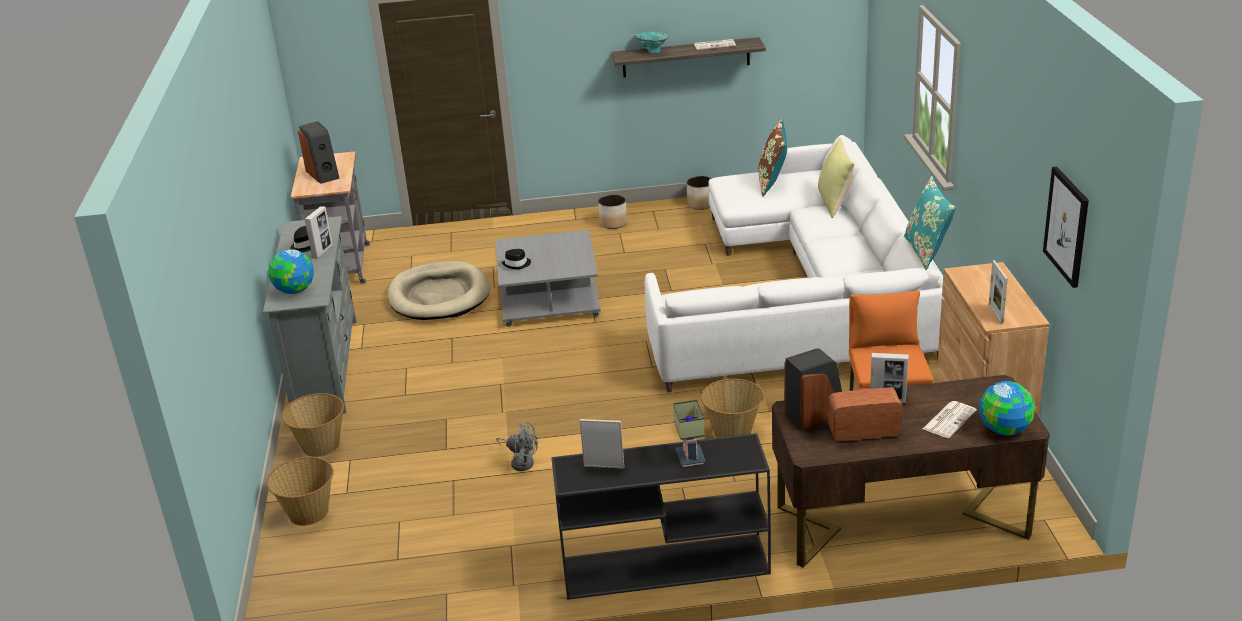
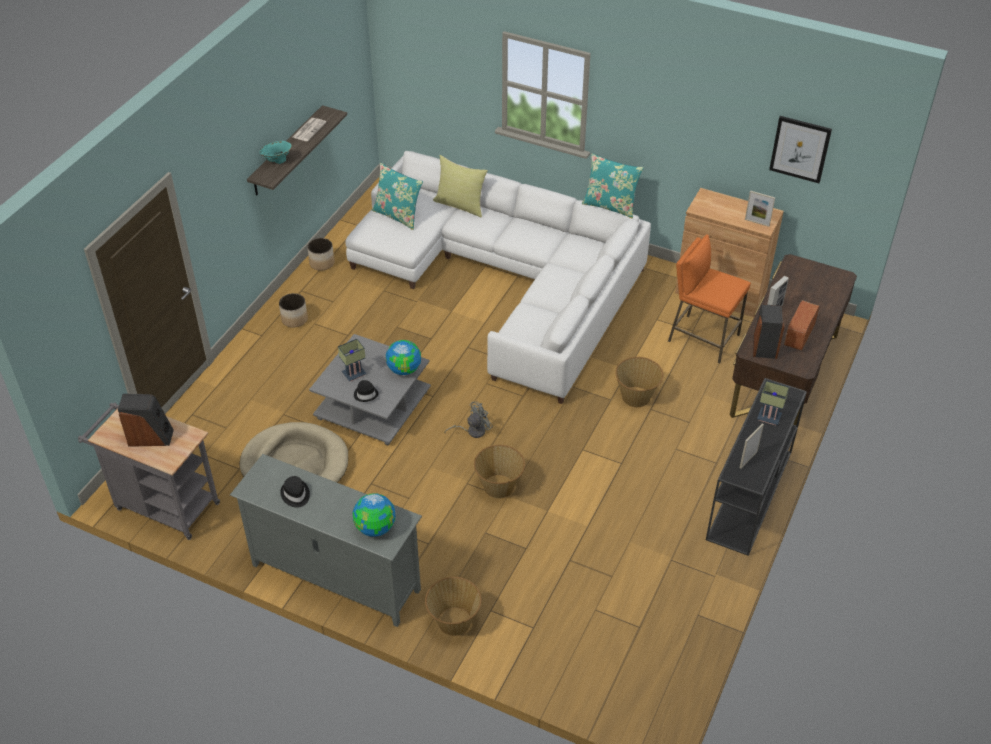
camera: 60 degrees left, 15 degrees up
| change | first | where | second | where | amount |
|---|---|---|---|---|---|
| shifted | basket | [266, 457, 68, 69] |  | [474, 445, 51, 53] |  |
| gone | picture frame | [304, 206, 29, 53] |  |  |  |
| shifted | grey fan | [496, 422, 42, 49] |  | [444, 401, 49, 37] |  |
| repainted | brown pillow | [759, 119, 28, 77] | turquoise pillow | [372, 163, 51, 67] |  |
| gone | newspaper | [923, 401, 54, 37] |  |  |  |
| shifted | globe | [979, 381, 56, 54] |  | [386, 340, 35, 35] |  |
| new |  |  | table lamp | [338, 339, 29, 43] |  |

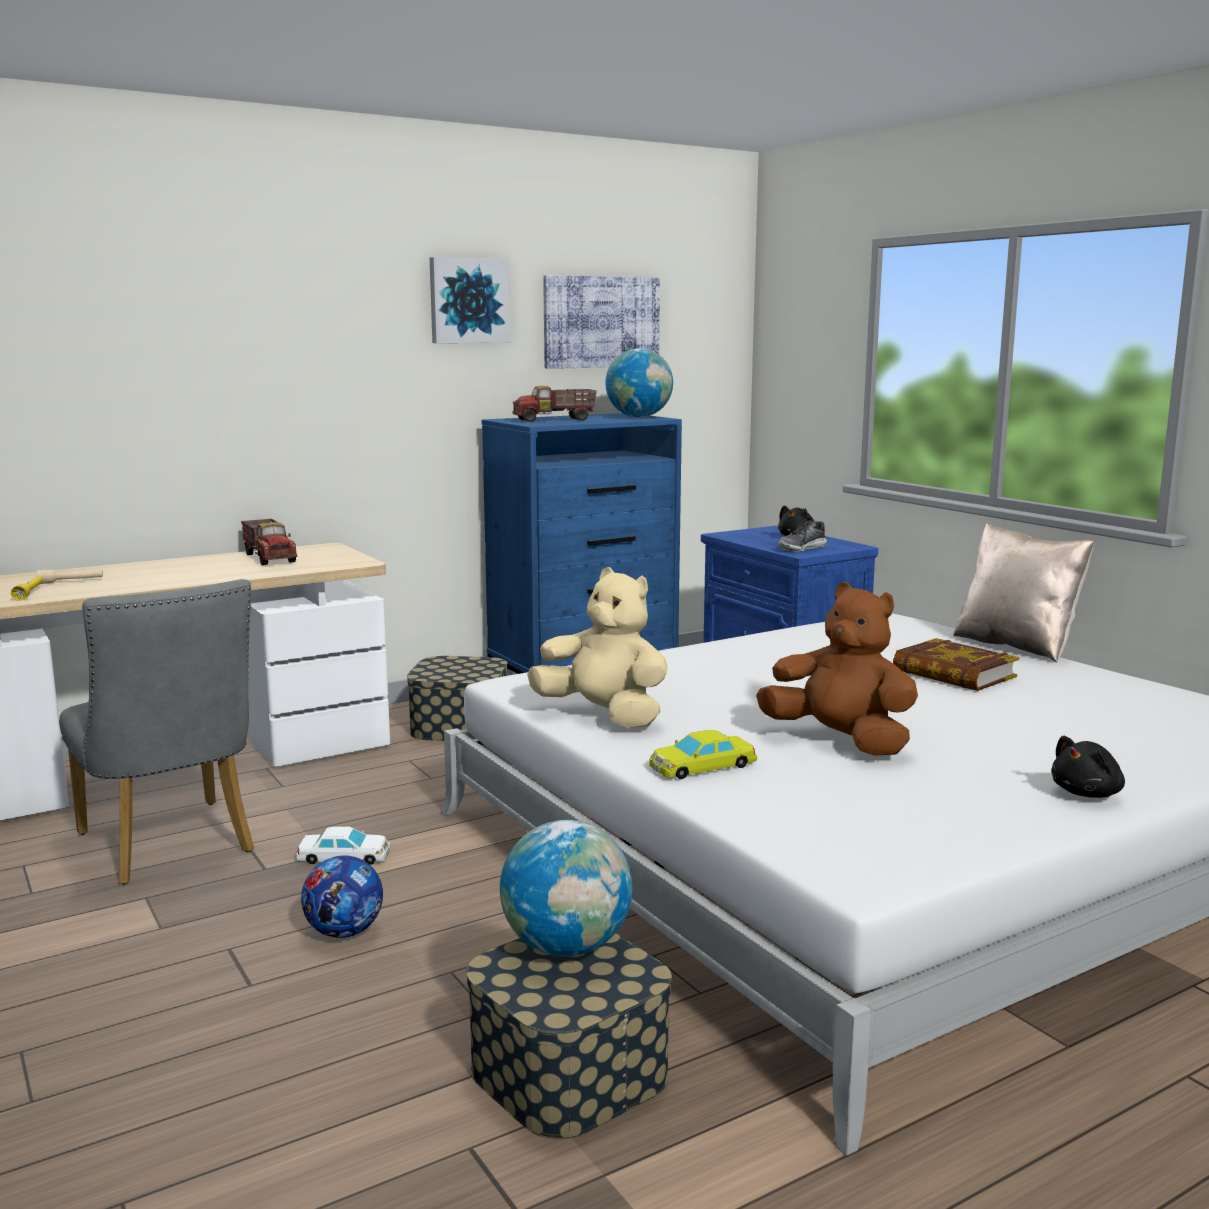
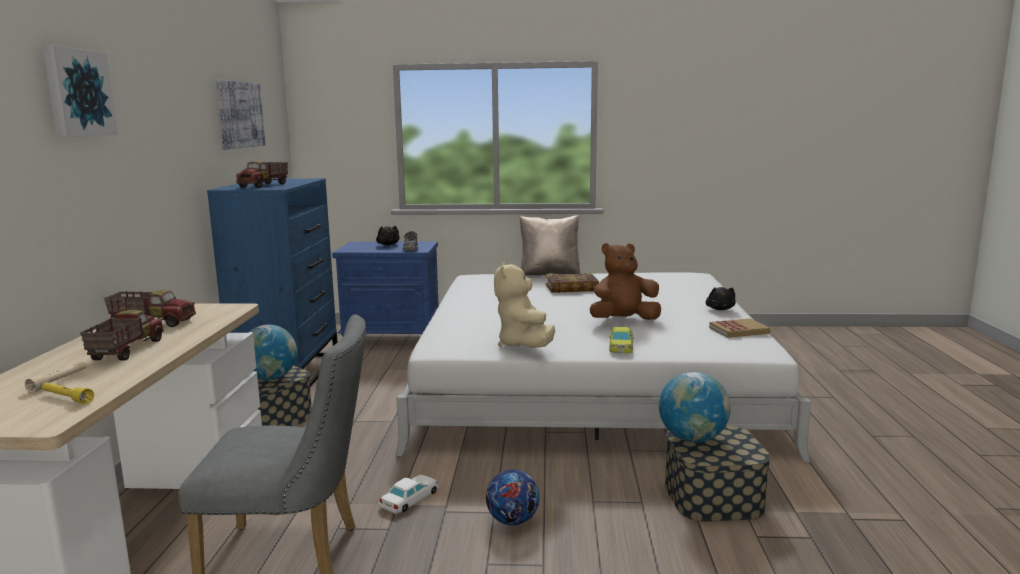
camera: 55 degrees left, 0 degrees up
| change | first | where | second | where | amount |
|---|---|---|---|---|---|
| shifted | picture | [430, 257, 80, 86] |  | [43, 45, 75, 92] |  |
| rotated | beige plush toy | [527, 567, 140, 161] |  | [494, 262, 61, 86] | 75 degrees counterclockwise |
| shifted | globe | [605, 348, 68, 69] |  | [248, 324, 49, 56] |  |
| new |  |  | toy truck | [80, 310, 84, 50] |  |
| new |  |  | book | [709, 318, 61, 20] |  |

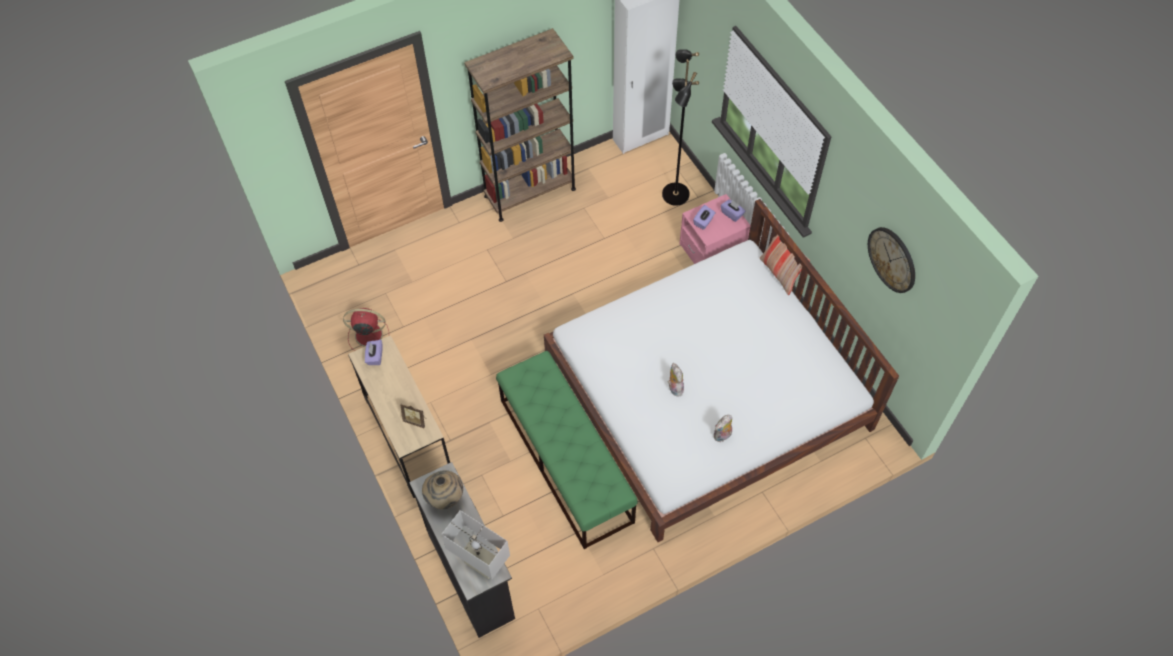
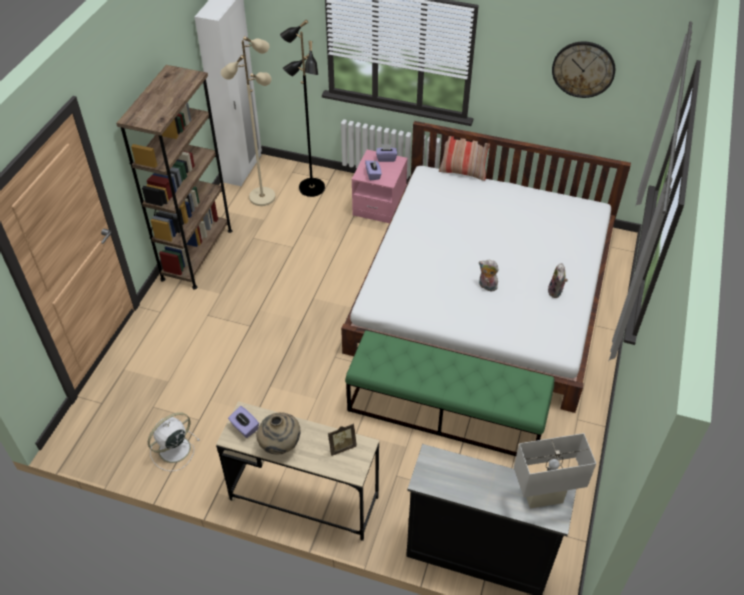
camera: 45 degrees left, 10 degrees down
| change | first | where | second | where | amount |
|---|---|---|---|---|---|
| repainted | red fan | [343, 308, 46, 43] | white fan | [148, 412, 52, 59] |  |
| shifted | beige vase | [422, 470, 41, 39] |  | [256, 412, 44, 42] |  |
| new |  |  | beige floor lamp | [221, 36, 55, 170] |  |

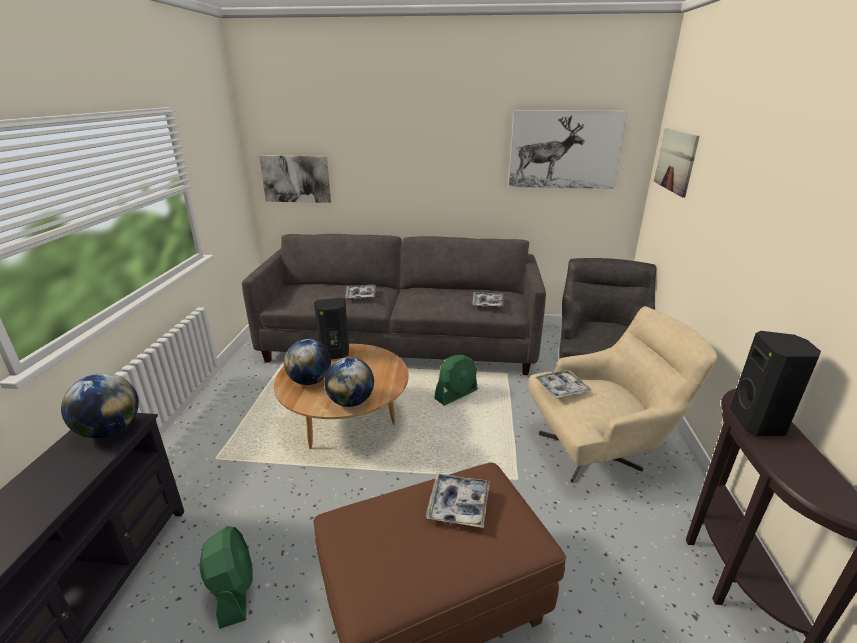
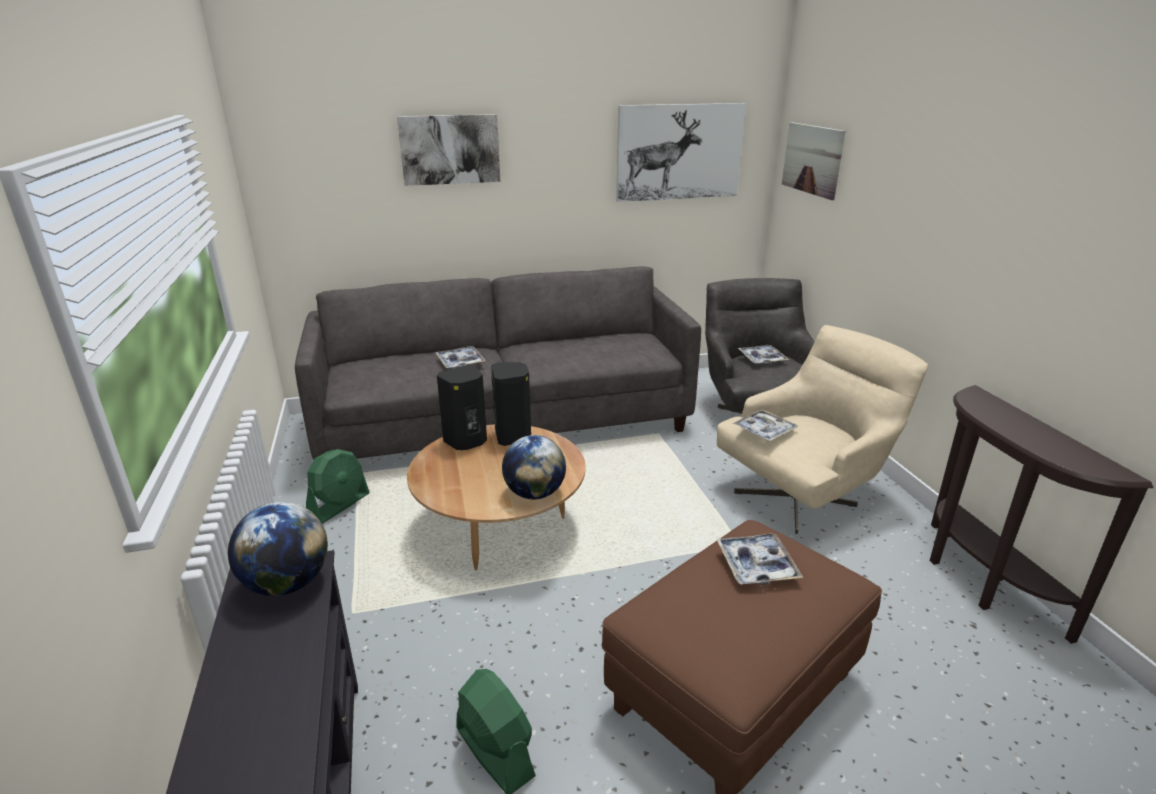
camera: 20 degrees left, 0 degrees up
| change | first | where | second | where | amount |
|---|---|---|---|---|---|
| shifted | picture | [259, 155, 72, 48] |  | [397, 114, 103, 72] |  |
| gone | globe | [284, 339, 47, 46] |  |  |  |
| shifted | green fan | [434, 355, 44, 51] |  | [306, 449, 64, 75] |  |
| shifted | tray | [473, 292, 30, 16] |  | [738, 345, 51, 20] |  |
| shifted | black speaker | [730, 331, 91, 105] |  | [491, 362, 40, 84] |  |

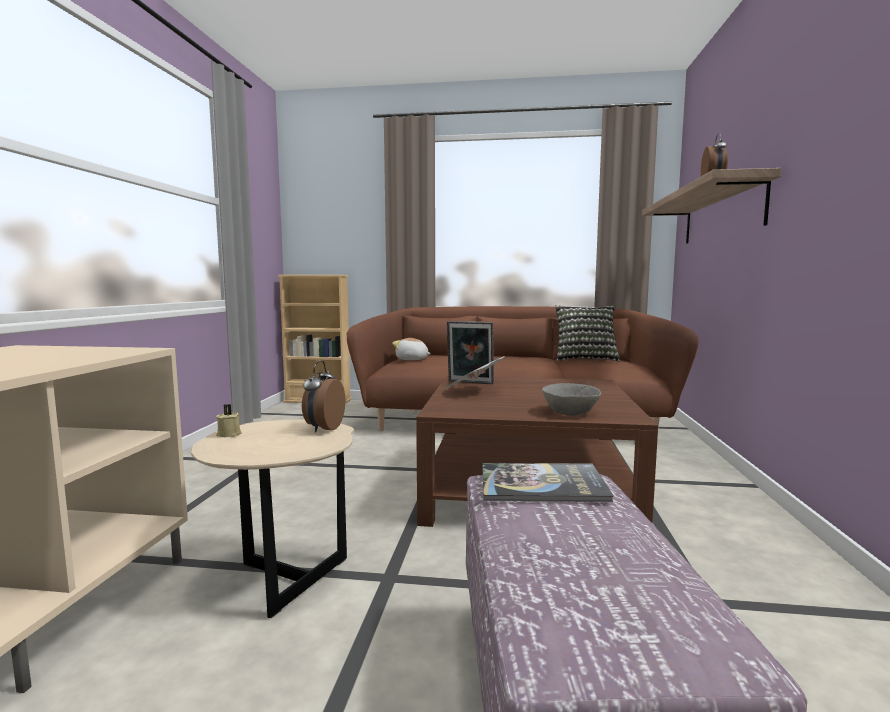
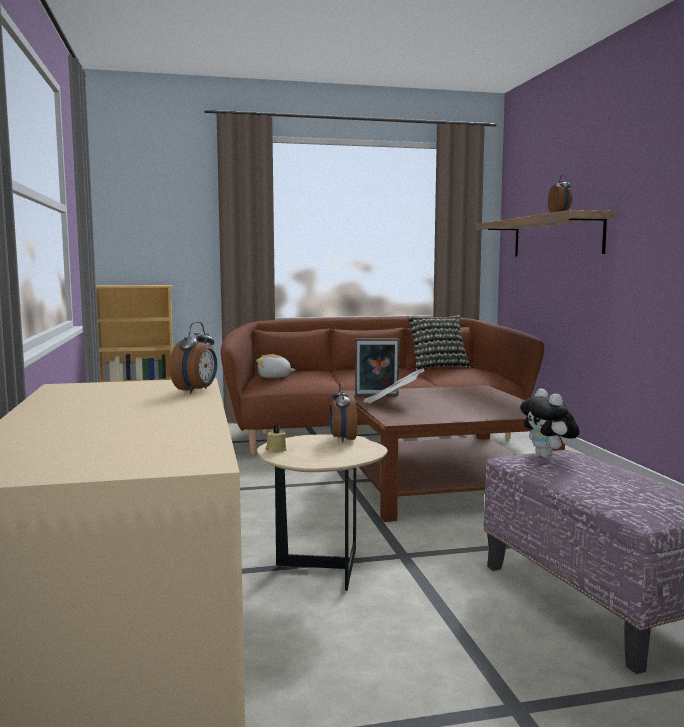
camera: 20 degrees left, 0 degrees up
| change | first | where | second | where | amount |
|---|---|---|---|---|---|
| swapped | book | [482, 463, 132, 39] | plush toy | [520, 388, 60, 70] |  |
| gone | grey bowl | [542, 383, 59, 32] |  |  |  |
| new |  |  | alarm clock | [169, 321, 48, 73] |  |

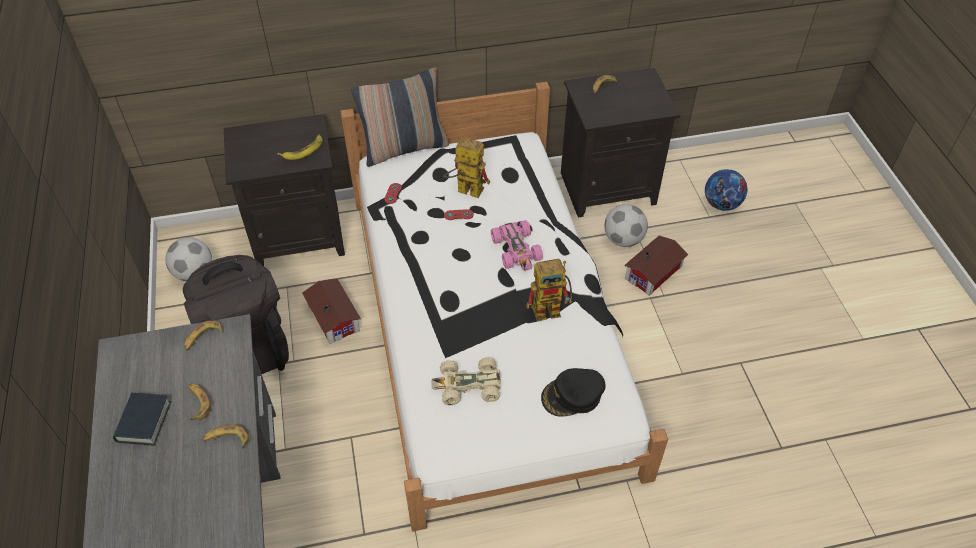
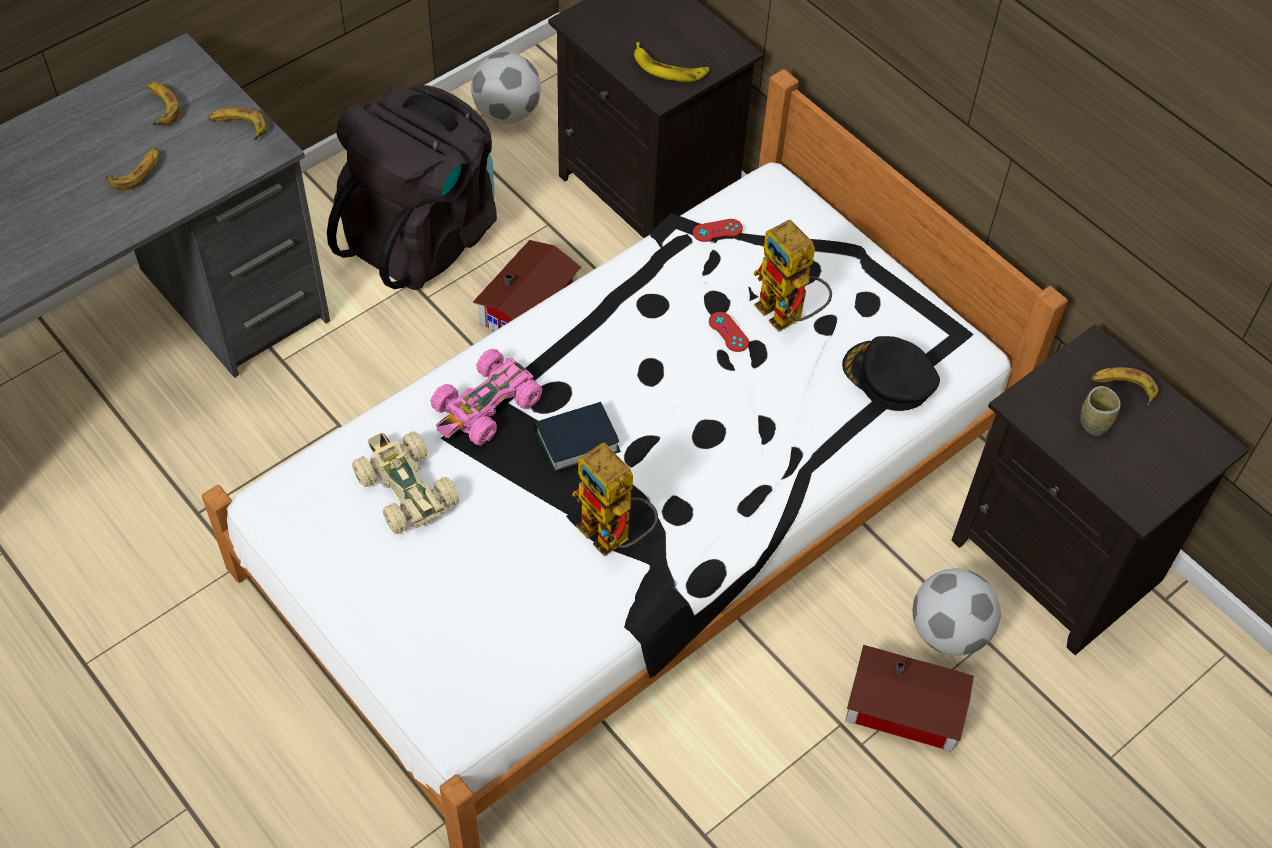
camera: 60 degrees right, 5 degrees up
| change | first | where | second | where | amount |
|---|---|---|---|---|---|
| shifted | book | [113, 393, 59, 52] |  | [534, 402, 87, 70] |  |
| shifted | banana | [203, 425, 46, 24] |  | [146, 82, 35, 43] |  |
| gone | pillow | [351, 68, 98, 99] |  |  |  |
| rotated | toy robot | [443, 137, 47, 61] |  | [753, 219, 79, 113] | 150 degrees clockwise |
| shifted | pink toy car | [491, 220, 52, 51] |  | [430, 349, 112, 97] |  |
| shifted | black cap | [541, 368, 65, 48] |  | [842, 336, 98, 75] |  |
| gone | football | [705, 169, 42, 42] |  |  |  |
| new |  |  | cup | [1080, 386, 41, 50] |  |

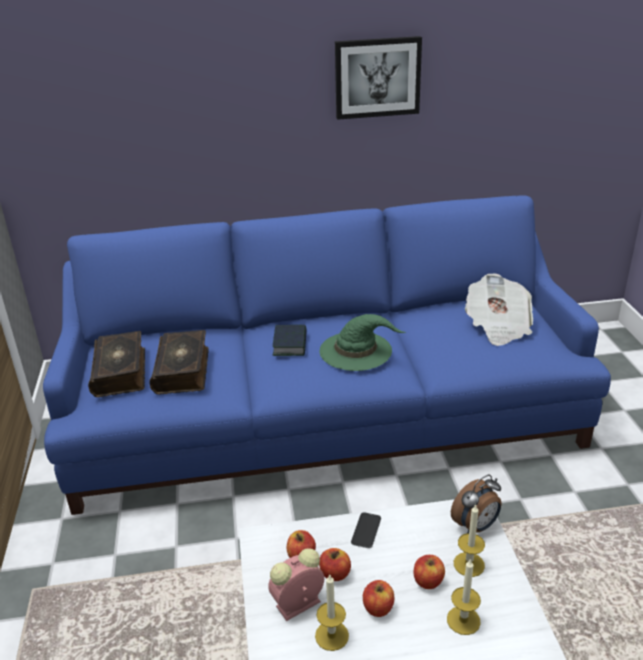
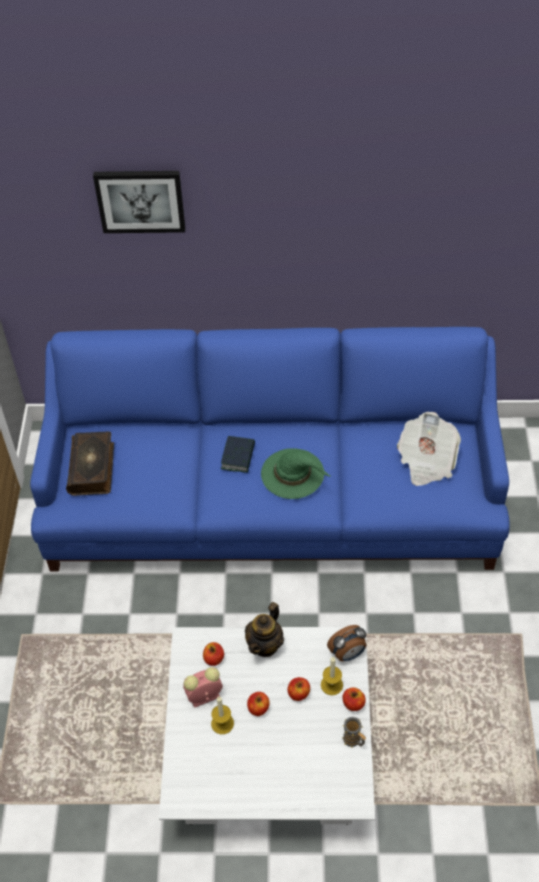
camera: 10 degrees right, 20 degrees up
| change | first | where | second | where | amount |
|---|---|---|---|---|---|
| gone | book | [150, 330, 59, 64] |  |  |  |
| shifted | apple | [319, 548, 32, 33] |  | [343, 688, 23, 23] |  |
| shifted | picture | [335, 36, 87, 84] |  | [93, 171, 92, 62] |  |
| swapped | phone | [351, 512, 30, 36] | teapot | [245, 602, 39, 55] |  |
| gone | candle | [447, 558, 34, 77] |  |  |  |
| new |  |  | mug | [342, 716, 24, 31] |  |

